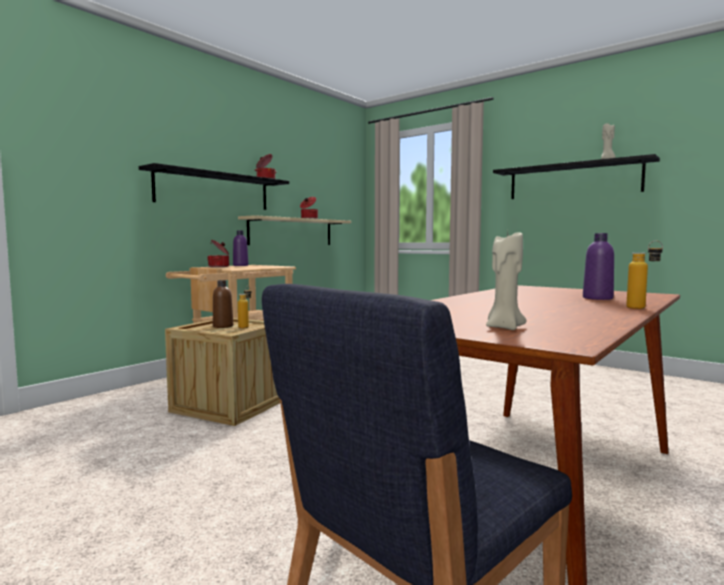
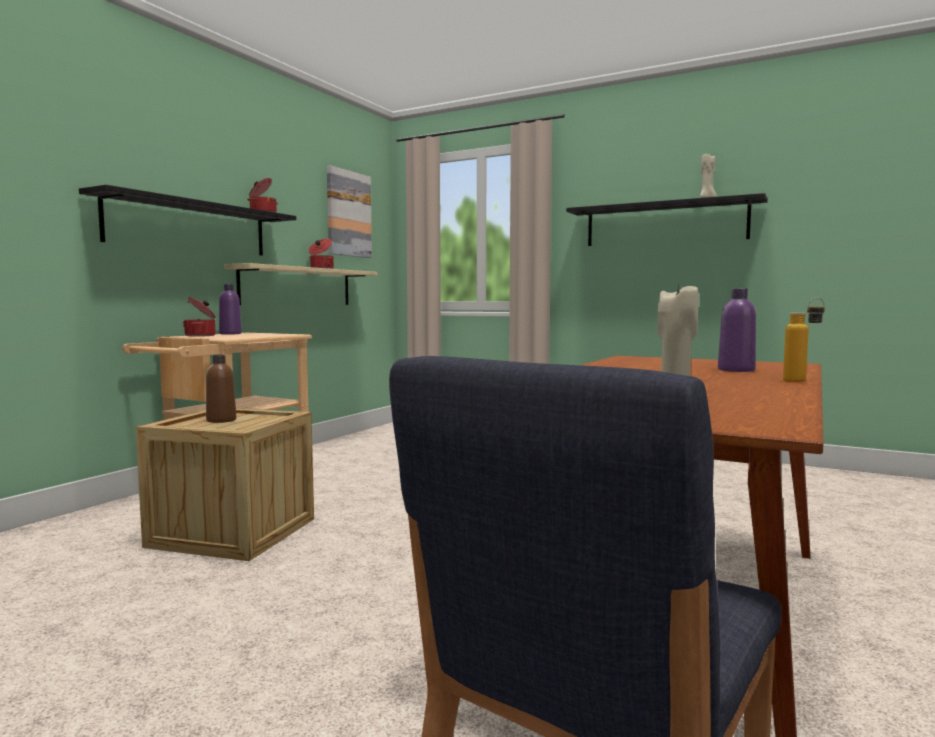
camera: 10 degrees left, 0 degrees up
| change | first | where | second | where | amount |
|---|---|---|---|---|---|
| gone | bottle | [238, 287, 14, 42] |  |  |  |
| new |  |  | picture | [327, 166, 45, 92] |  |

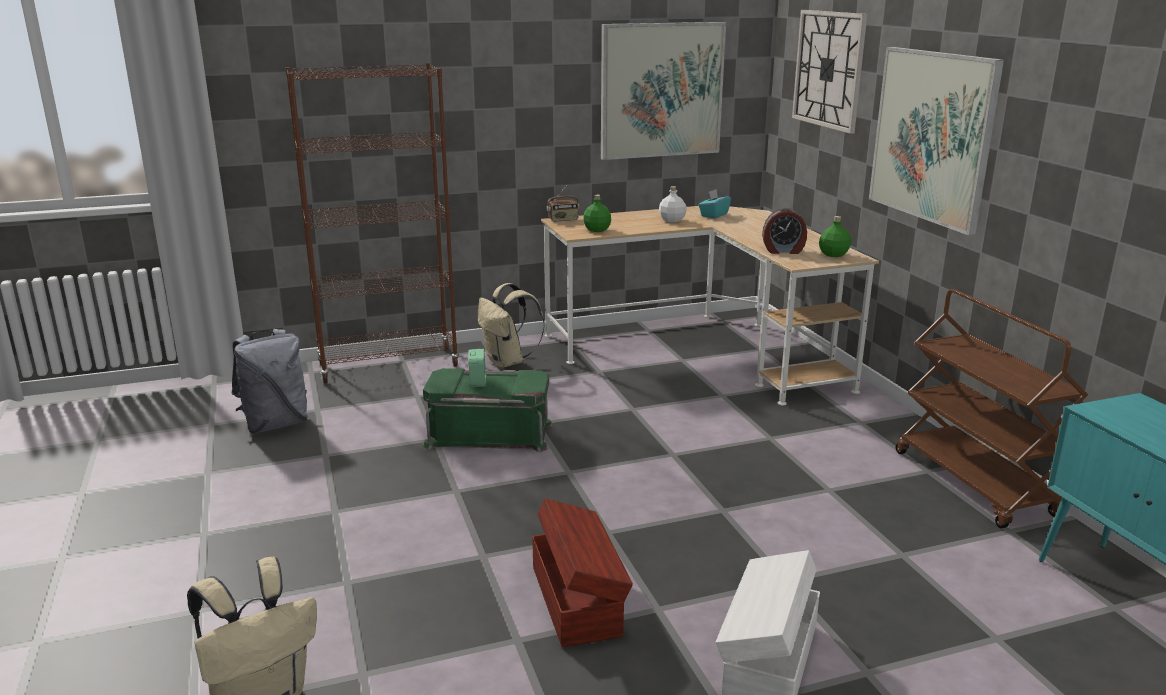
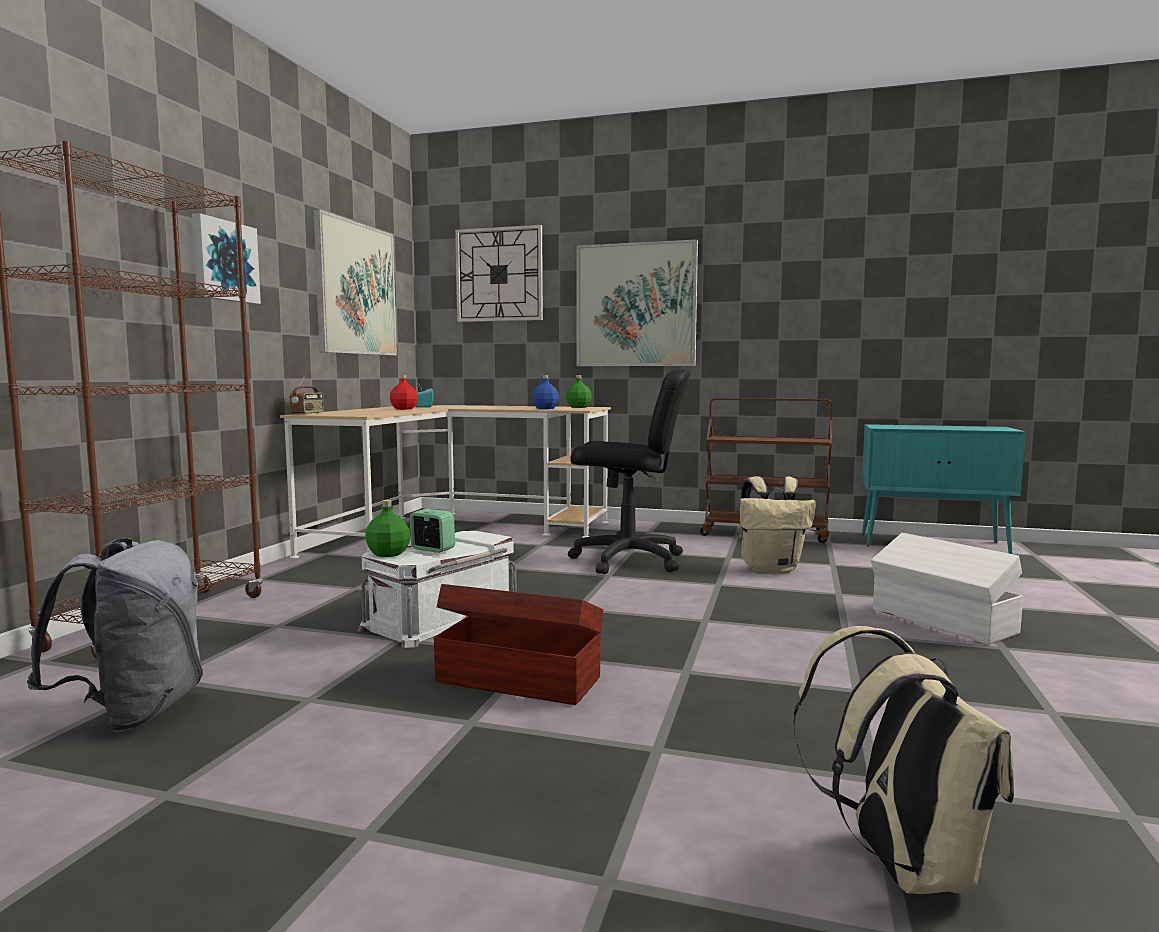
camera: 55 degrees left, 15 degrees down
| change | first | where | second | where | amount |
|---|---|---|---|---|---|
| repainted | green storage box | [423, 368, 130, 84] | white storage box | [357, 531, 160, 117] |  |
| shifted | beige backpack | [478, 283, 67, 85] |  | [740, 476, 76, 97] |  |
| shifted | brown storage box | [532, 498, 101, 149] |  | [433, 584, 170, 121] |  |
| shifted | green bottle | [583, 195, 28, 37] |  | [365, 500, 46, 57] |  |
| repainted | white bottle | [659, 186, 28, 37] | red bottle | [390, 375, 28, 35] |  |
| swapped | alarm clock | [762, 208, 45, 46] | blue bottle | [532, 375, 27, 34] |  |
| new |  |  | picture | [192, 213, 69, 91] |  |
| new |  |  | black office chair | [568, 369, 123, 205] |  |

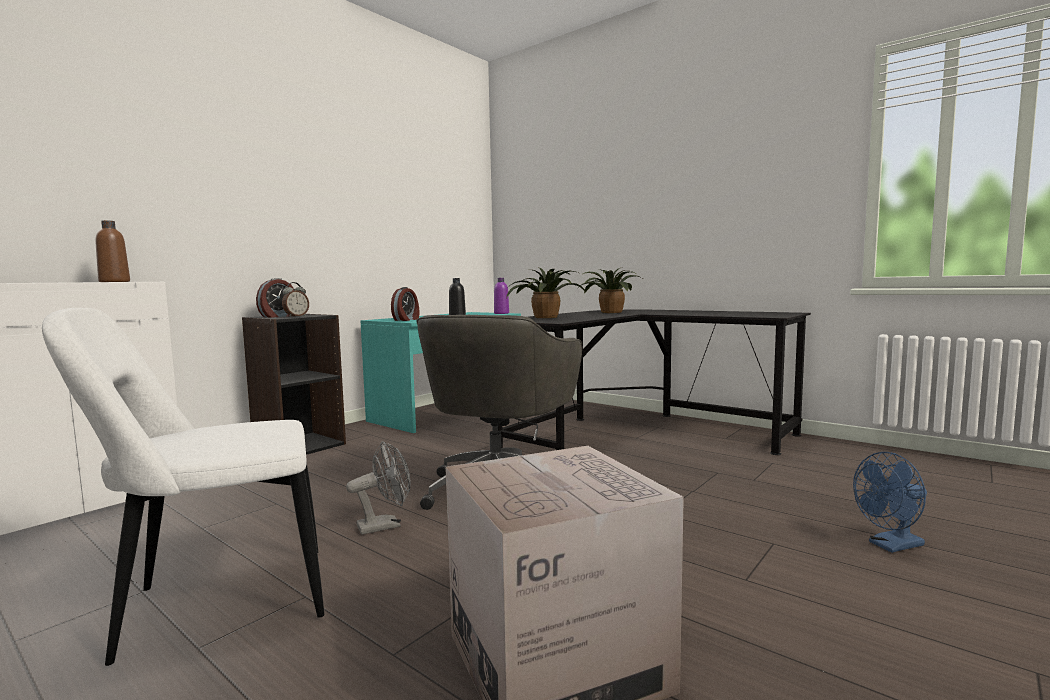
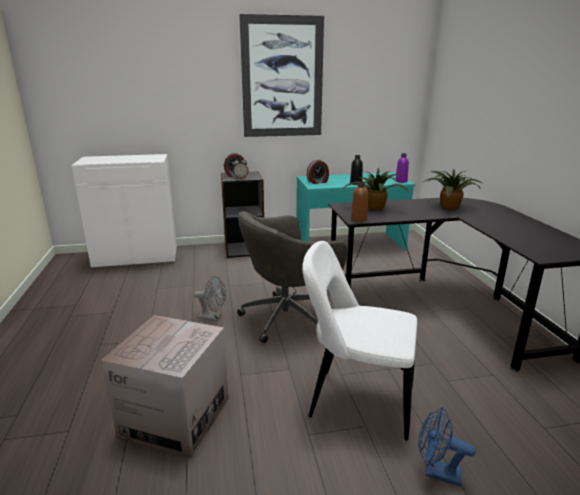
camera: 40 degrees right, 15 degrees up
| change | first | where | second | where | amount |
|---|---|---|---|---|---|
| shifted | white chair | [42, 308, 282, 358] |  | [302, 241, 115, 199] |  |
| shifted | brown bottle | [95, 220, 35, 62] |  | [351, 181, 17, 41] |  |
| new |  |  | picture | [239, 14, 85, 123] |  |

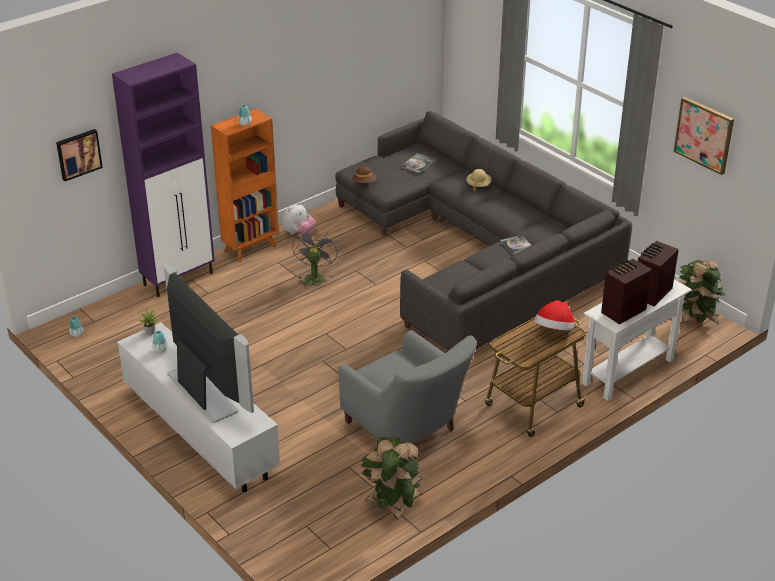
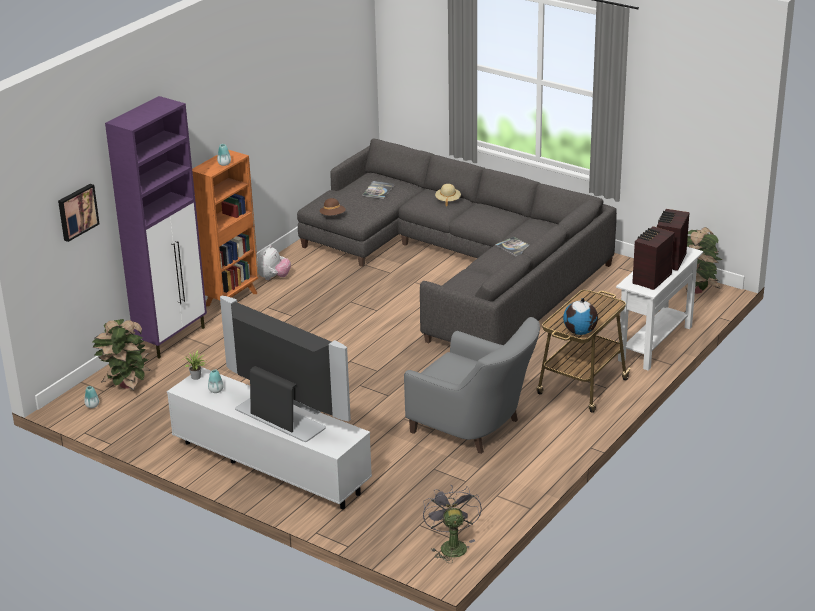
camera: 15 degrees left, 5 degrees down
| change | first | where | second | where | amount |
|---|---|---|---|---|---|
| shifted | grey fan | [292, 228, 46, 60] |  | [423, 484, 59, 79] |  |
| shifted | potted plant | [361, 437, 62, 83] |  | [92, 319, 59, 71] |  |
| gone | hat | [535, 300, 39, 30] |  |  |  |
| gone | picture | [674, 97, 60, 78] |  |  |  |
| new |  |  | globe | [563, 298, 35, 37] |  |

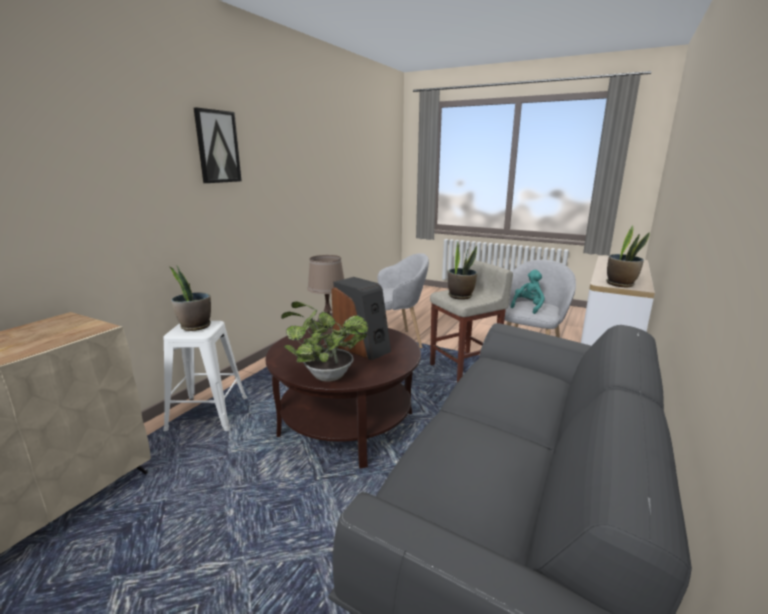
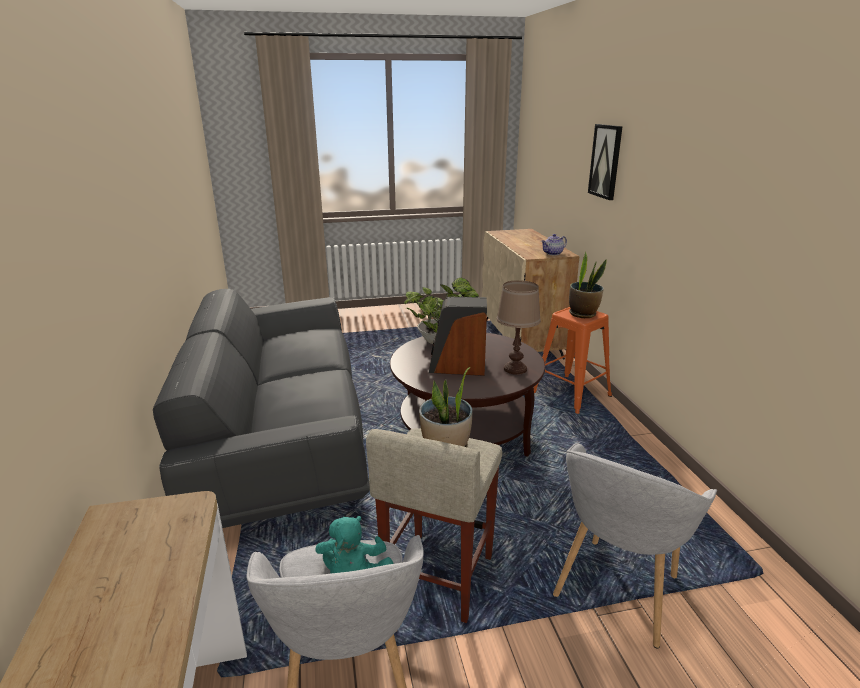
camera: 140 degrees right, 5 degrees up
| change | first | where | second | where | amount |
|---|---|---|---|---|---|
| repainted | white stool | [163, 321, 84, 110] | orange stool | [534, 307, 78, 107] |  |
| shifted | picture | [193, 107, 49, 76] |  | [588, 124, 35, 76] |  |
| gone | potted plant | [606, 225, 44, 62] |  |  |  |
| new |  |  | teapot | [541, 234, 26, 21] |  |

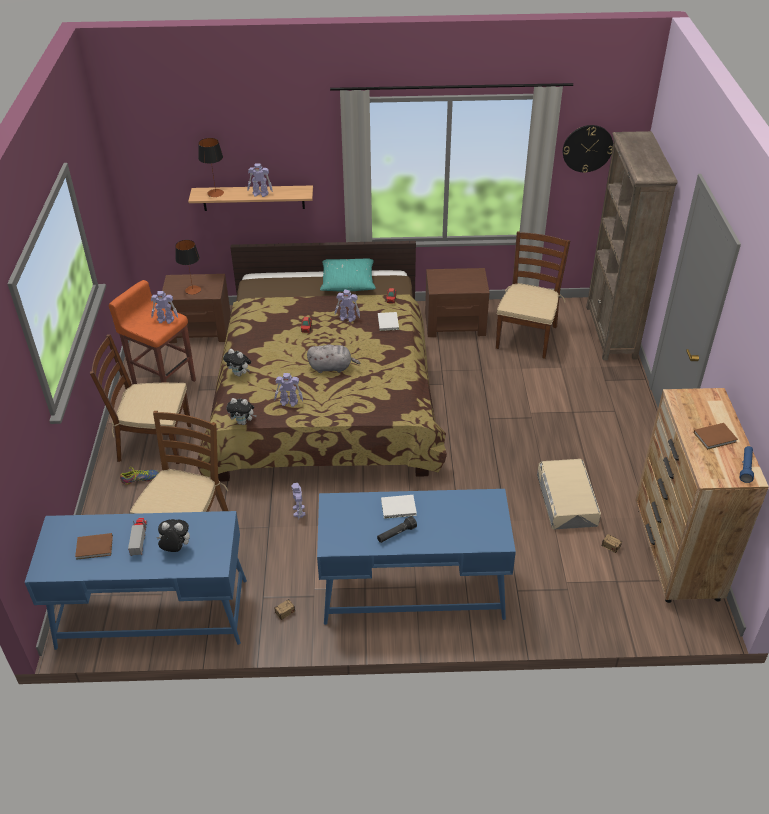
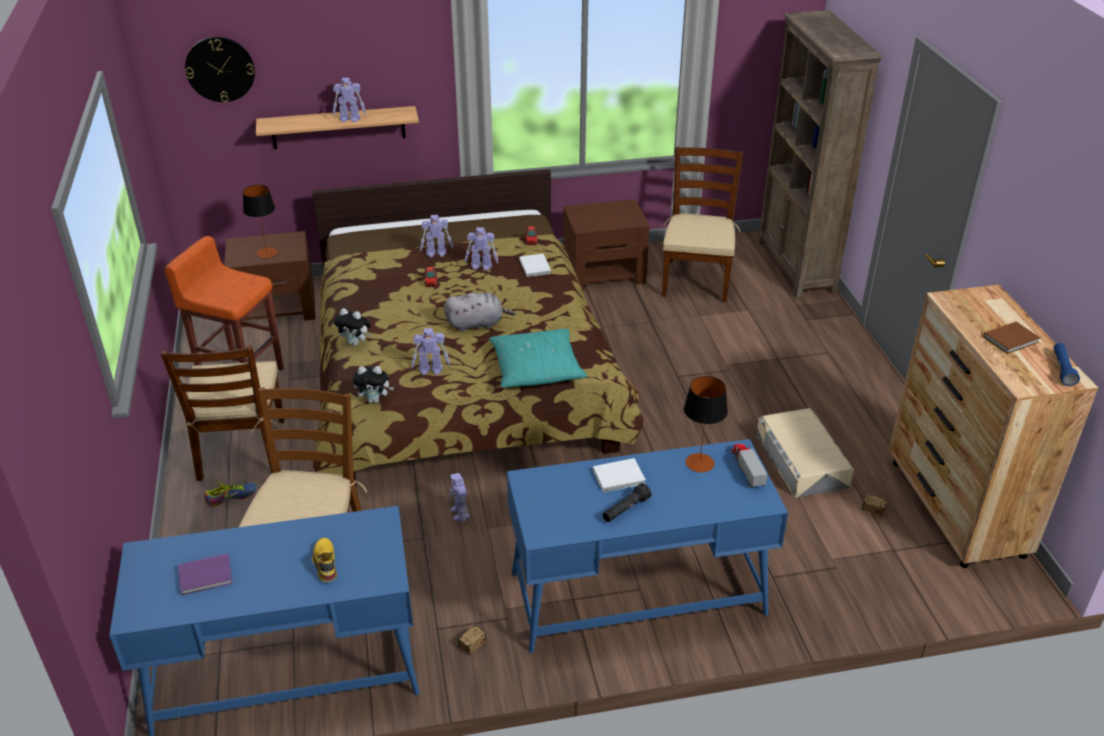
camera: 10 degrees left, 5 degrees down
| change | first | where | second | where | amount |
|---|---|---|---|---|---|
| repainted | brown book | [75, 533, 38, 27] | purple book | [178, 553, 54, 42] |  |
| rotated | brown chair | [90, 334, 101, 130] |  | [161, 345, 123, 136] | 90 degrees counterclockwise |
| shifted | toy truck | [128, 518, 19, 38] |  | [731, 443, 36, 45] |  |
| shifted | toy robot | [151, 291, 27, 33] |  | [420, 215, 33, 42] |  |
| swapped | plush toy | [156, 519, 34, 33] | yellow shoe | [312, 538, 25, 44] |  |
| shifted | table lamp | [198, 138, 26, 59] |  | [684, 376, 44, 97] |  |
| shifted | turquoise pillow | [320, 259, 56, 33] |  | [489, 329, 98, 58] |  |
| shifted | wall clock | [563, 125, 50, 48] |  | [185, 37, 70, 66] |  |

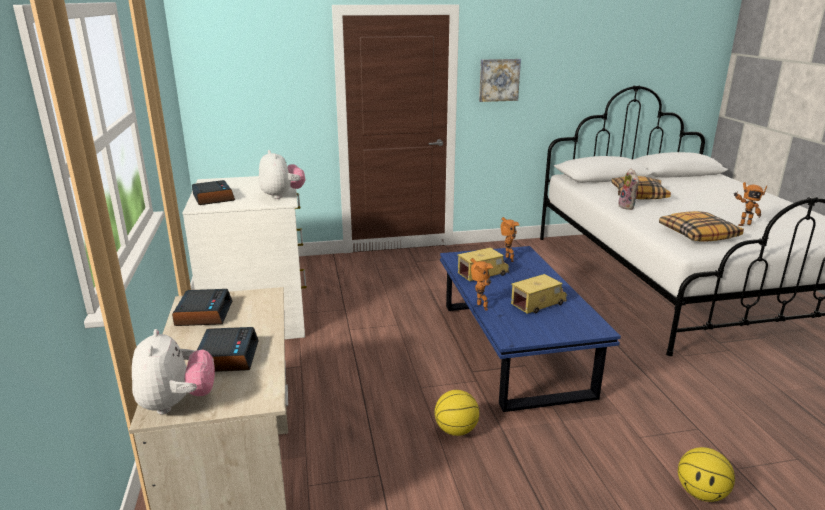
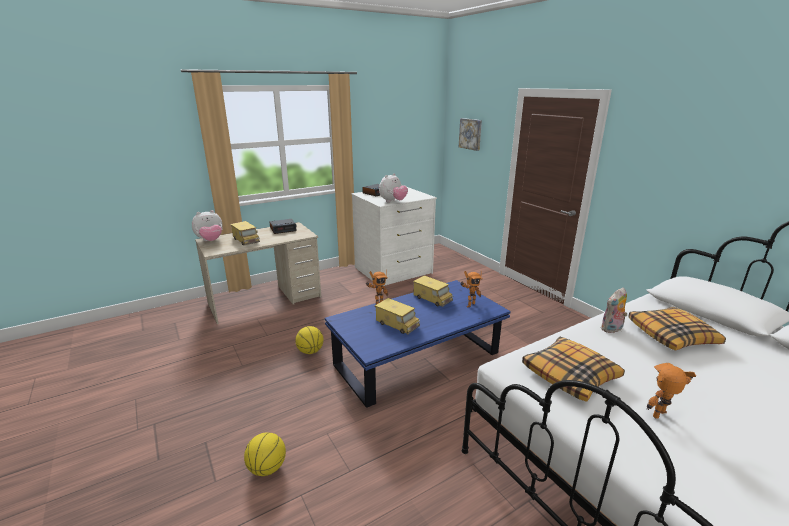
camera: 70 degrees right, 0 degrees up
| change | first | where | second | where | amount |
|---|---|---|---|---|---|
| swapped | alarm clock | [197, 327, 62, 45] | toy truck | [230, 221, 30, 24] |  |
| shifted | picture | [479, 59, 42, 43] |  | [459, 118, 23, 33] |  |
| rotated | toy robot | [734, 182, 33, 44] |  | [647, 363, 49, 56] | 90 degrees clockwise |

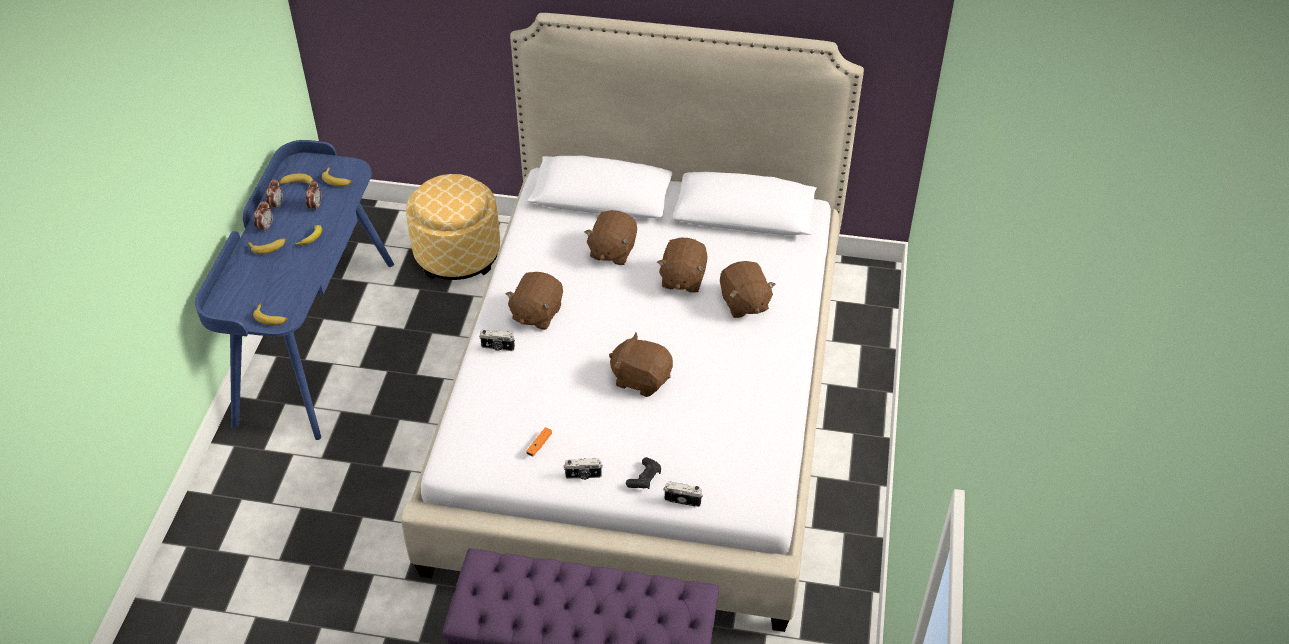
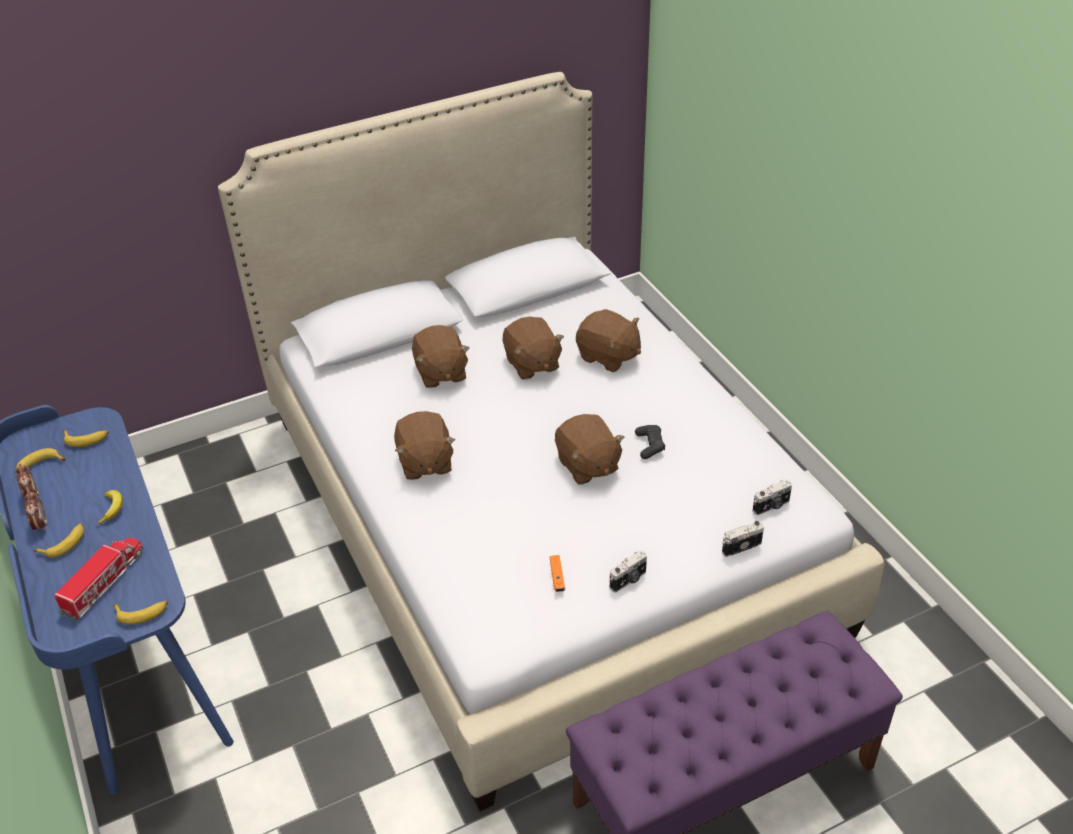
camera: 35 degrees left, 5 degrees down
| change | first | where | second | where | amount |
|---|---|---|---|---|---|
| gone | alarm clock | [305, 180, 16, 31] |  |  |  |
| gone | ottoman | [406, 174, 94, 106] |  |  |  |
| shifted | photo camera | [479, 330, 36, 21] |  | [753, 480, 39, 35] |  |
| rotated | brown plush toy | [609, 332, 64, 65] |  | [555, 414, 70, 70] | 105 degrees counterclockwise |
| shifted | black game controller | [626, 457, 35, 32] |  | [635, 425, 30, 34] |  |
| new |  |  | toy truck | [54, 537, 89, 83] |  |

